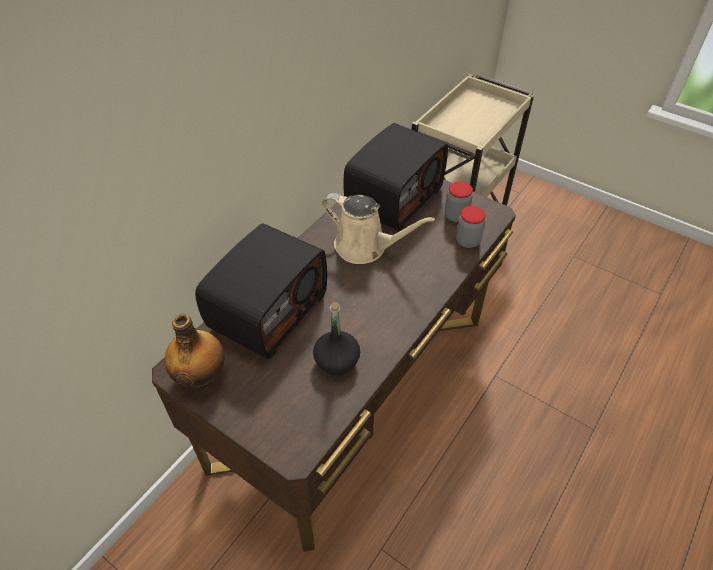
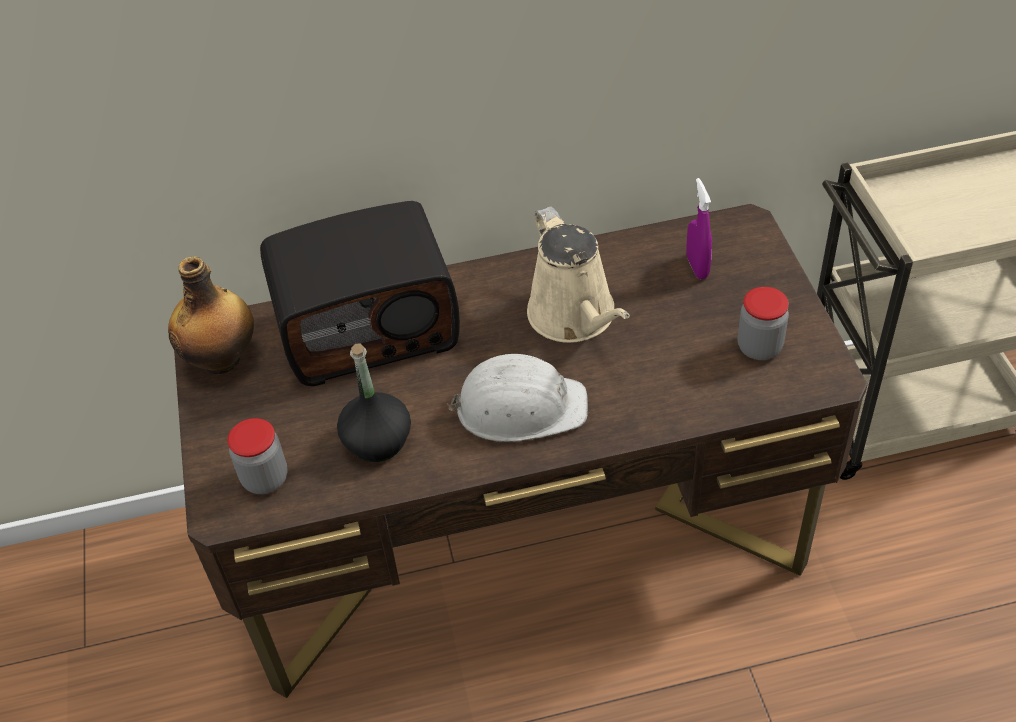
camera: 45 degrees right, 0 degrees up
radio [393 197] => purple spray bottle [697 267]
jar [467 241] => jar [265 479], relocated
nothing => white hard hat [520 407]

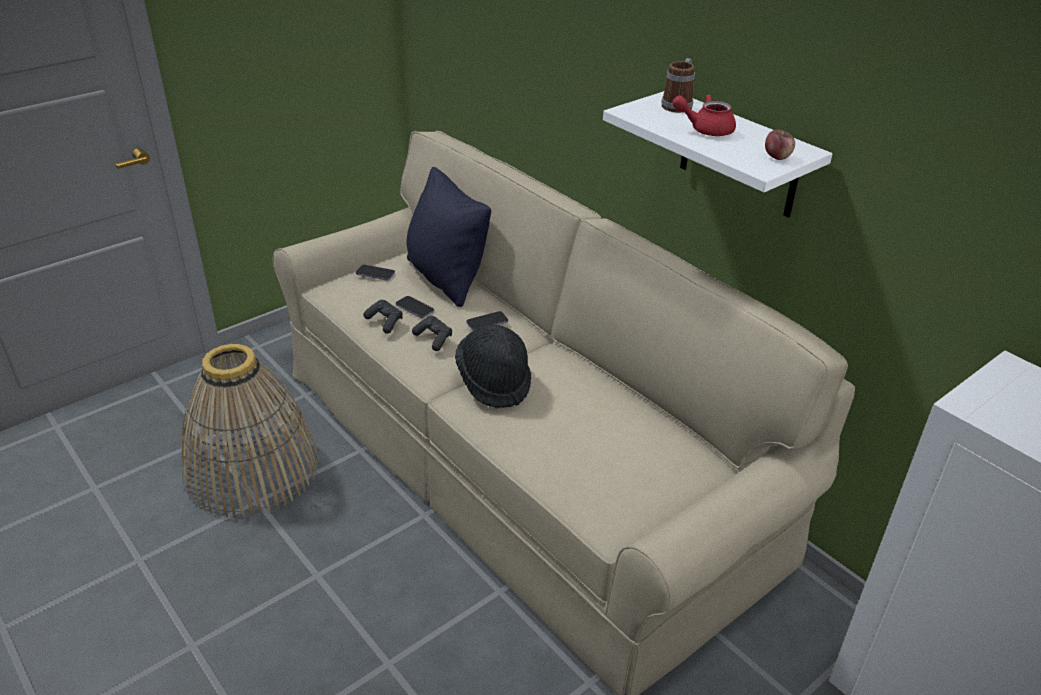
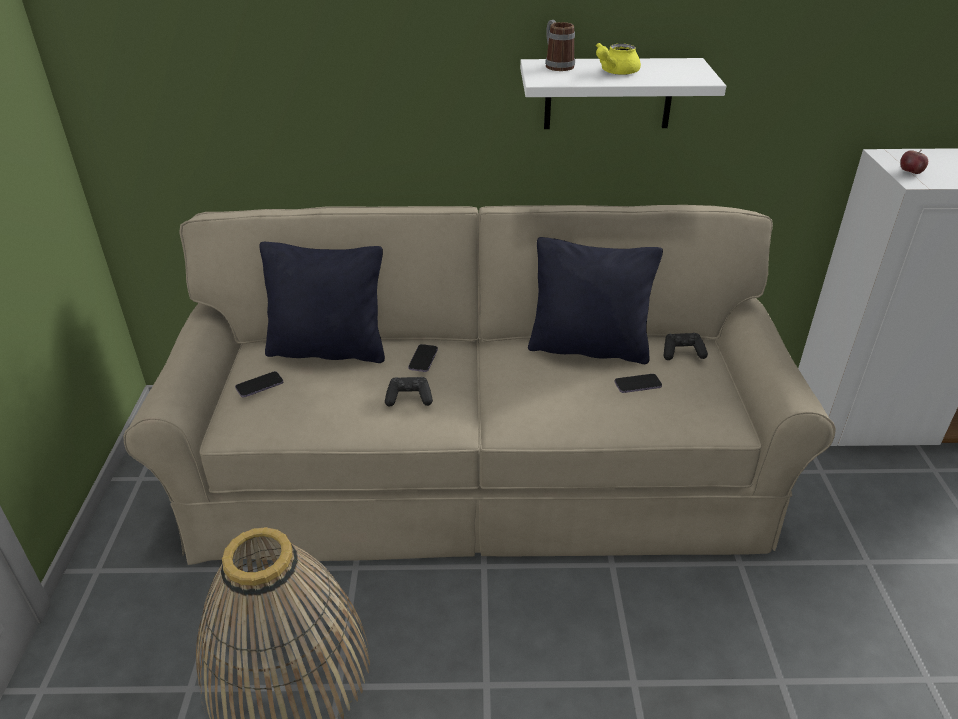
camera: 50 degrees left, 0 degrees up
red teapot [705 129] => yellow teapot [615 72]
apple [777 157] => apple [910 172], relocated
phone [414 308] => phone [637 385], relocated
black game controller [385 322] => black game controller [682 353], relocated
black hat [494 381] => nothing
nothing => black pillow [588 348]

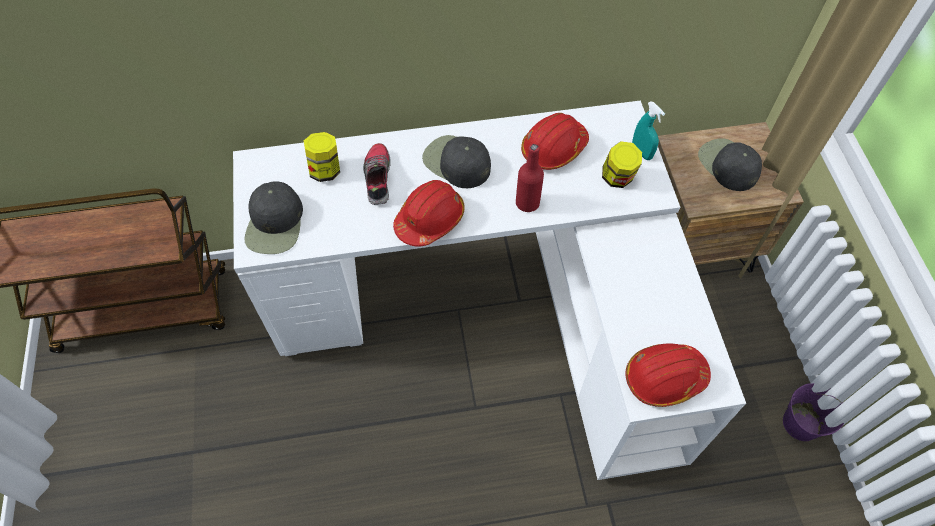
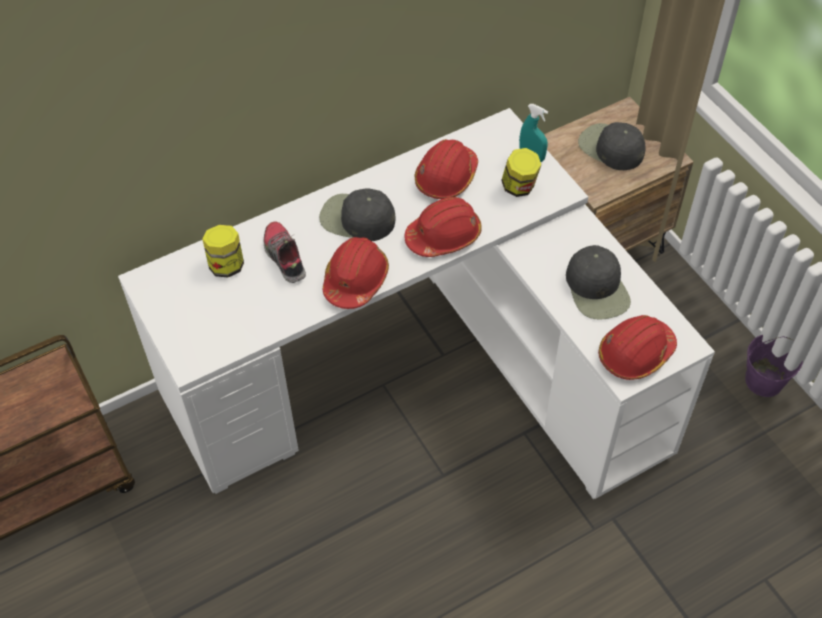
camera: 20 degrees left, 5 degrees down
red bottle [527 203] => red hard hat [444 236]
black cap [275 223] => black cap [597 289], relocated

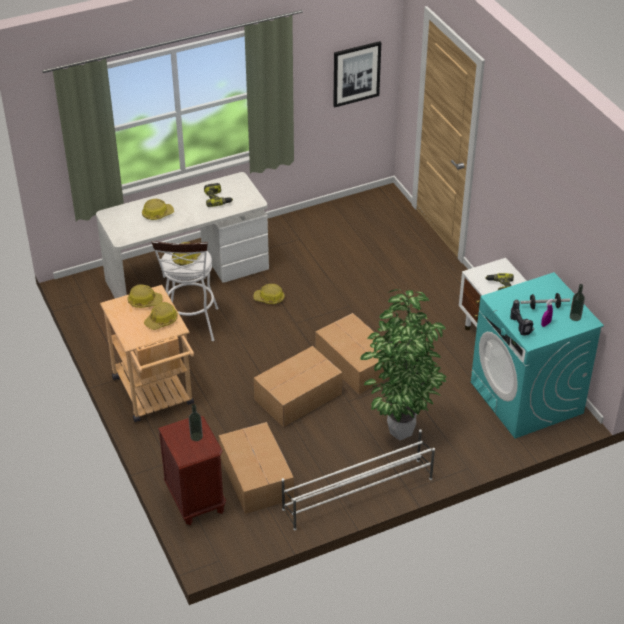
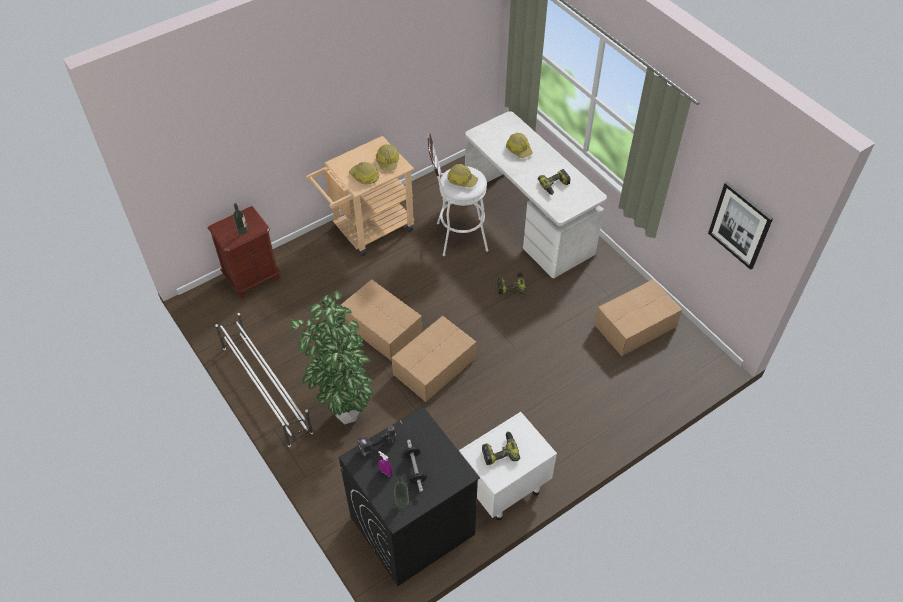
camera: 80 degrees right, 10 degrees up
turquoise washing machine [527 398] => black washing machine [411 526]
hard hat [269 298] => power drill [511 286]
cardboard box [256 479] => cardboard box [634 326], relocated

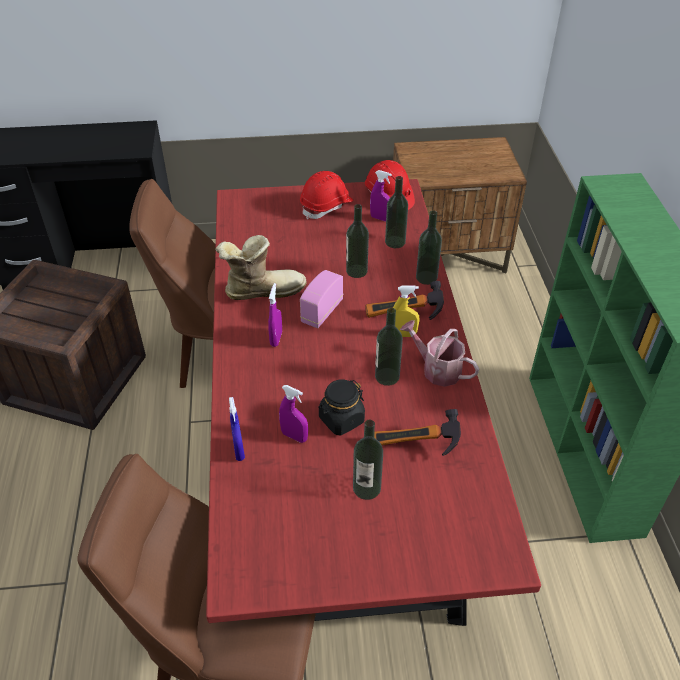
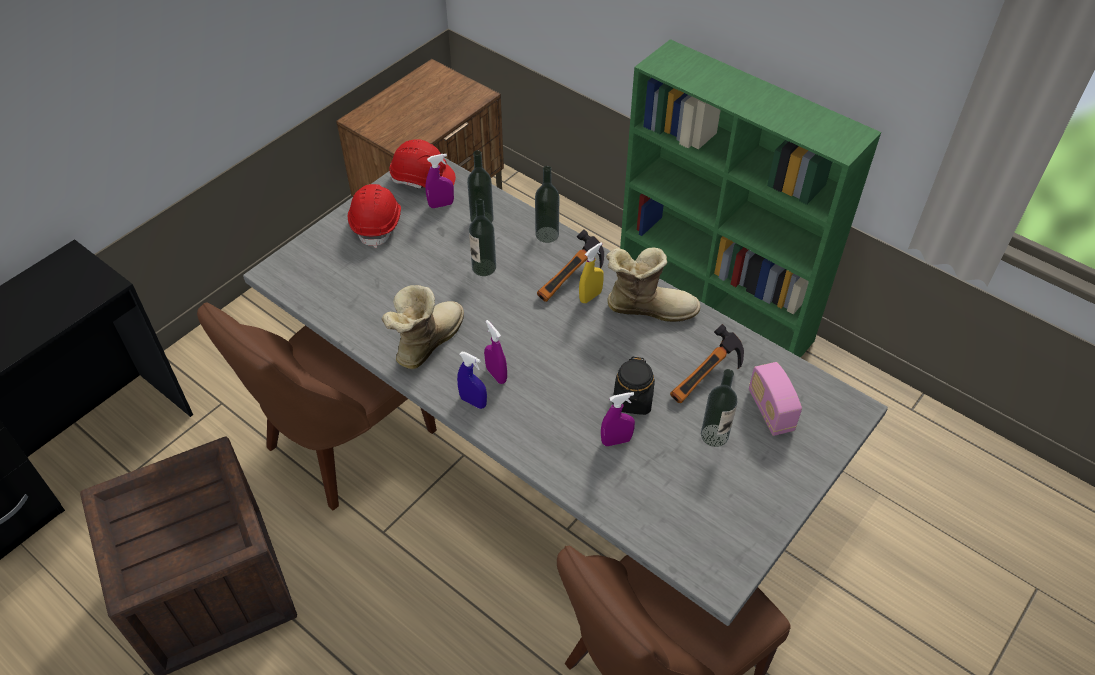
camera: 45 degrees left, 5 degrees up
red dining table [339 454] => grey dining table [547 453]
radio [322 311] => radio [770 411], relocated
bottle [387 376] => nothing
watering can [437 369] => boot [649 306]
blue spray bottle [239 451] => blue spray bottle [473 402], relocated

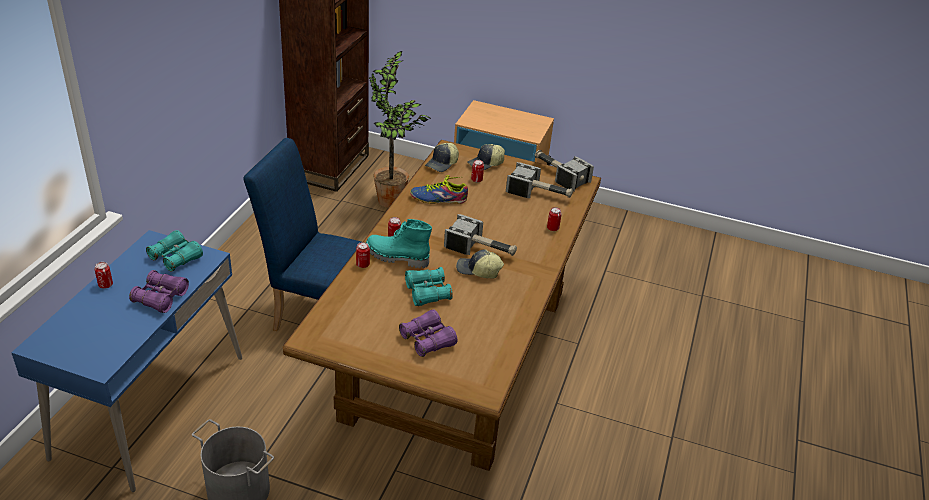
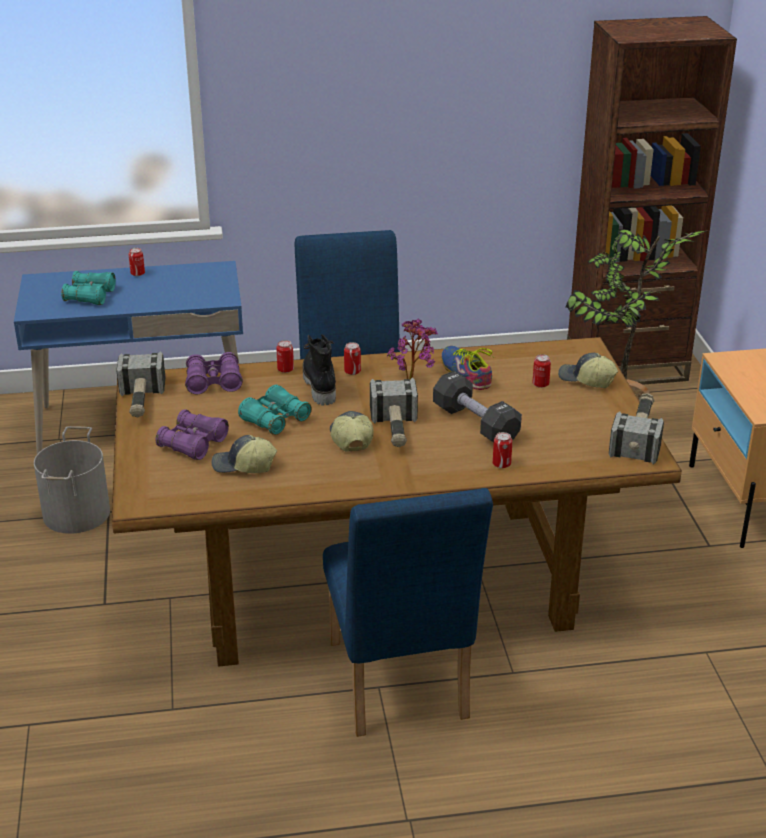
camera: 65 degrees right, 5 degrees down
cap [442 164] => cap [243 466], relocated
hammer [540 193] => hammer [141 400], relocated
turquoise boot [396 257] => black boot [319 383]
turquoise binoculars [175 258] => turquoise binoculars [90 296], relocated
purple binoculars [160 298] => purple binoculars [214 382], relocated
nothing => potted plant [414 379]
nothing => black dumbbell [475 424]
nothing => blue chair [399 688]

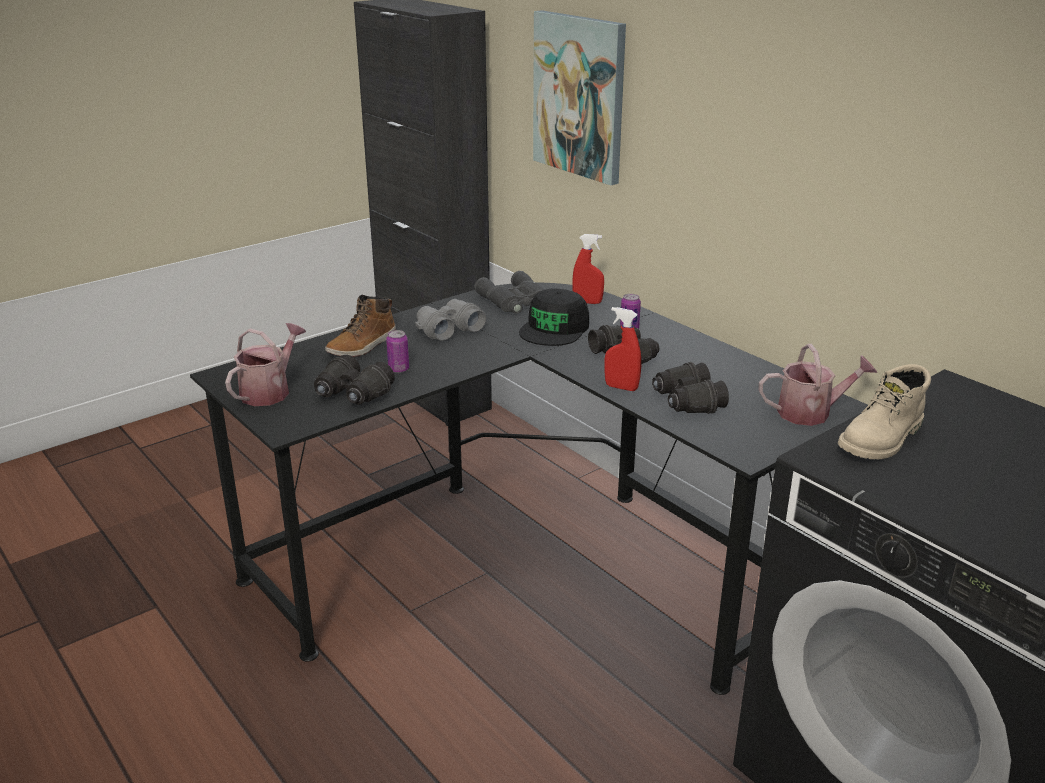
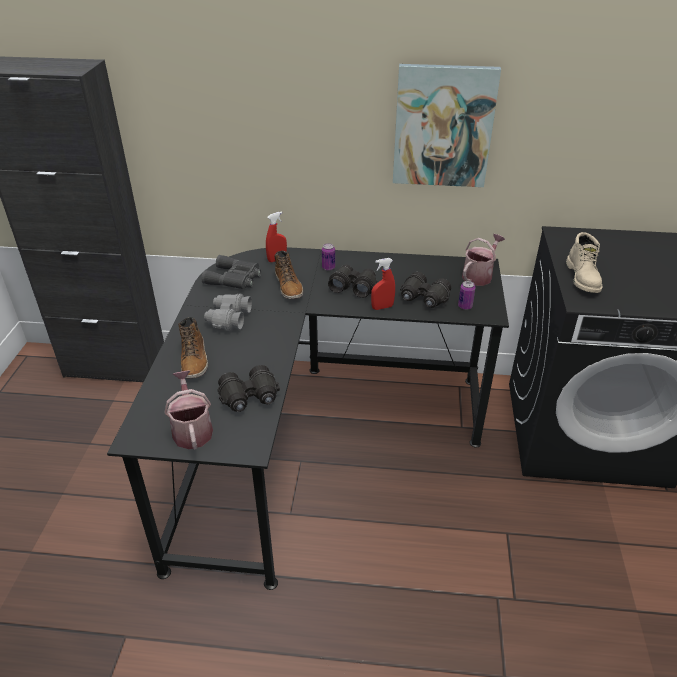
camera: 45 degrees left, 10 degrees up
picture [580 96] => picture [443 126], relocated
black cap [555 329] => boot [289 286]
can [398 369] => can [465 306], relocated

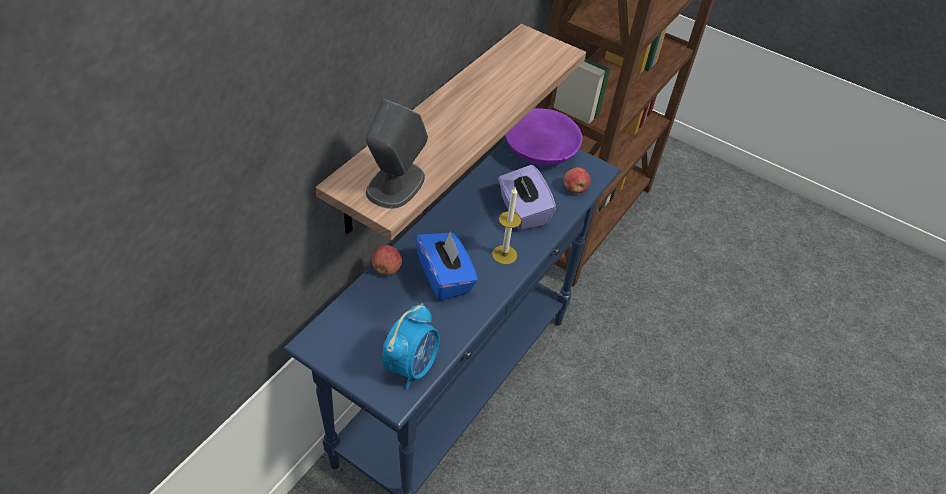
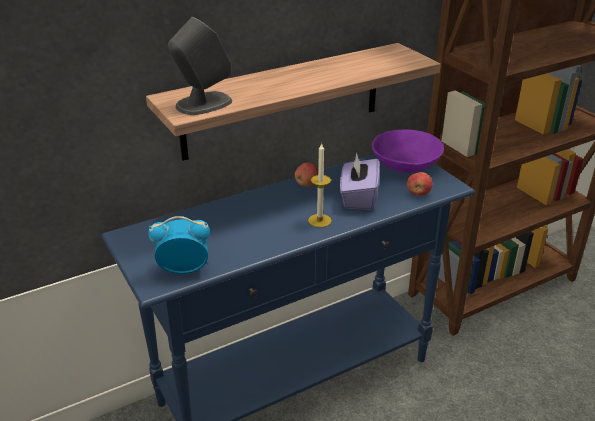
camera: 30 degrees right, 15 degrees down
blue tissue box [445 278] => nothing
apple [387 269] => apple [307 184], relocated
alarm clock [411 366] => alarm clock [184 269], 150 degrees counterclockwise

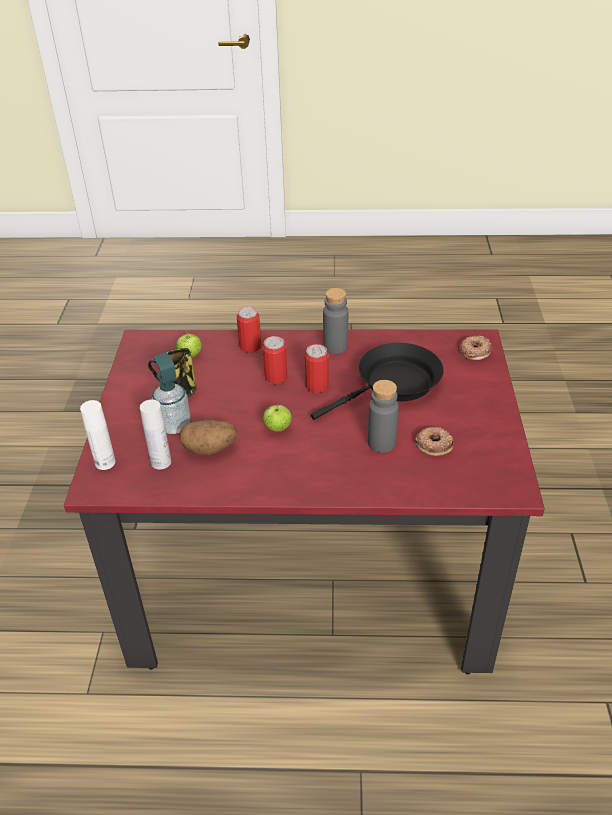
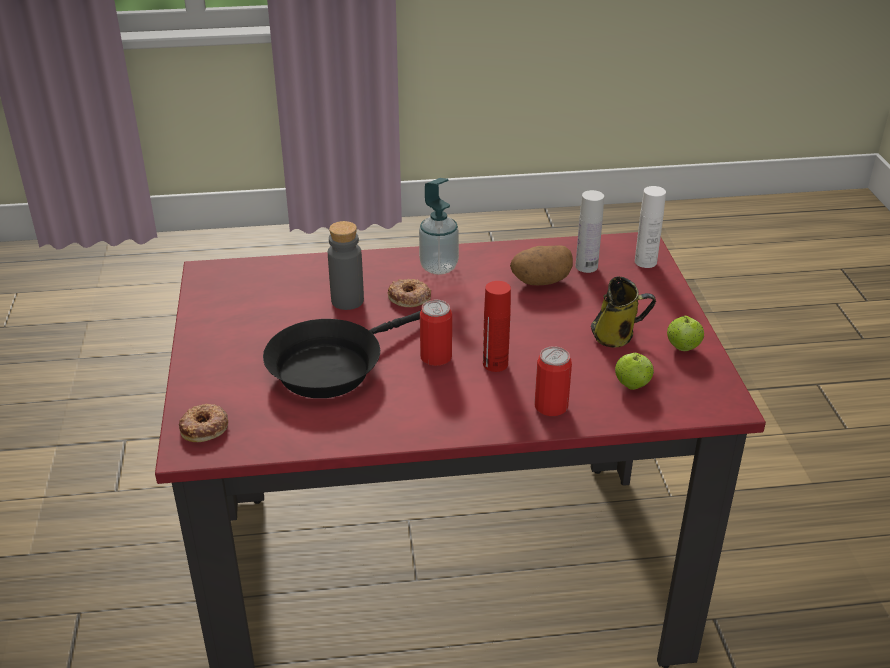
camera: 170 degrees right, 5 degrees down
grey bottle [335 346] => nothing
can [276 377] => red bottle [495 364]
soap dispenser [174 425] => soap dispenser [439 267], relocated
apple [277 428] => apple [683 348], relocated
donut [434 444] => donut [409 297], relocated

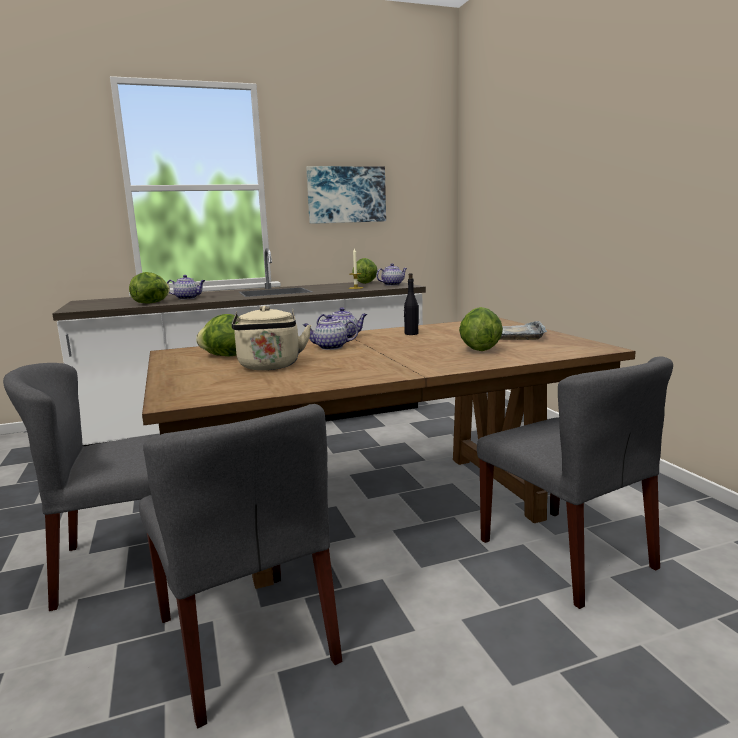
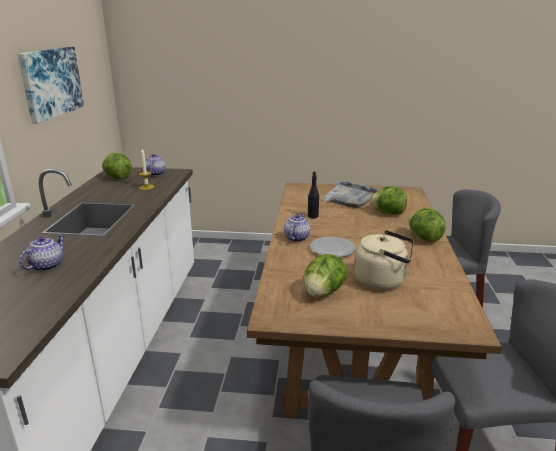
camera: 65 degrees left, 10 degrees up
lettuce [152 303] => lettuce [424 238], relocated
teapot [330 347] => plate [332 249]

